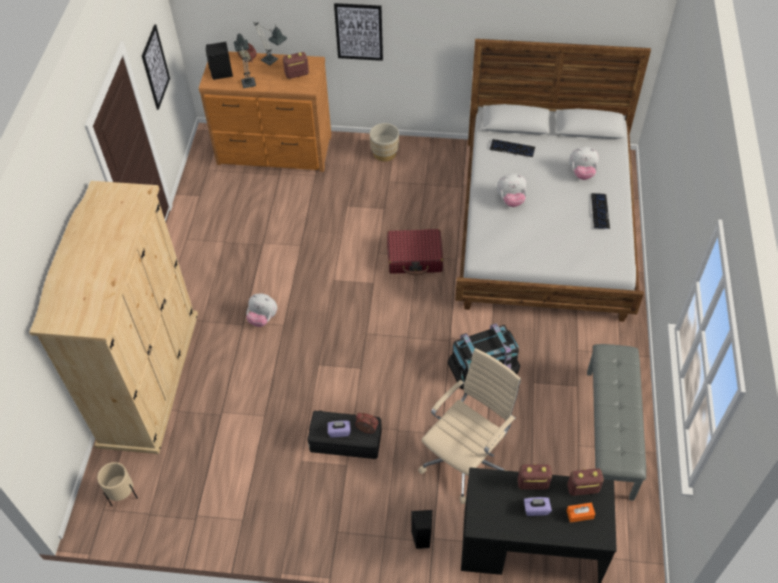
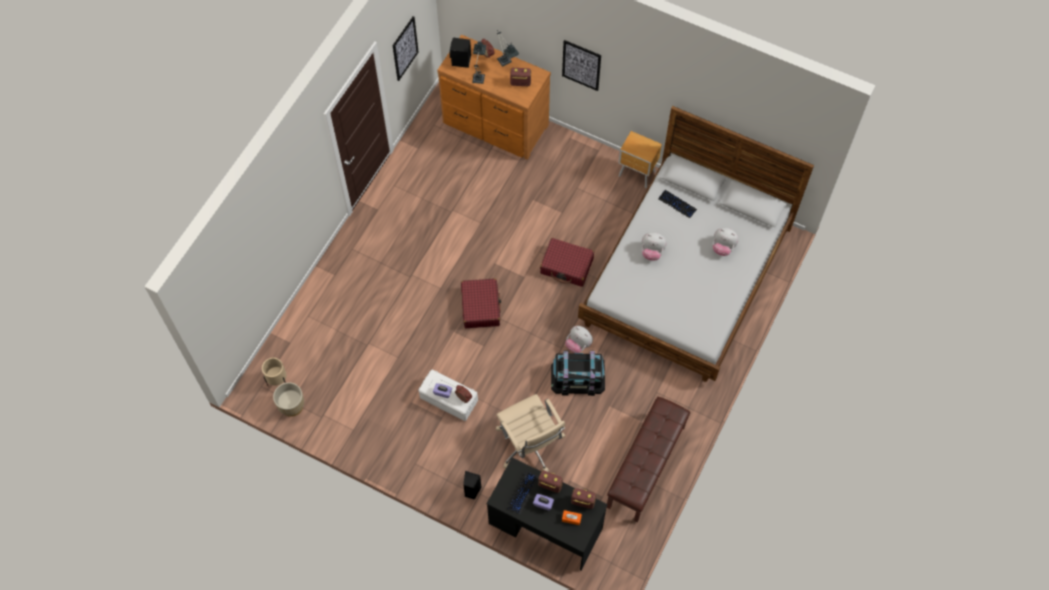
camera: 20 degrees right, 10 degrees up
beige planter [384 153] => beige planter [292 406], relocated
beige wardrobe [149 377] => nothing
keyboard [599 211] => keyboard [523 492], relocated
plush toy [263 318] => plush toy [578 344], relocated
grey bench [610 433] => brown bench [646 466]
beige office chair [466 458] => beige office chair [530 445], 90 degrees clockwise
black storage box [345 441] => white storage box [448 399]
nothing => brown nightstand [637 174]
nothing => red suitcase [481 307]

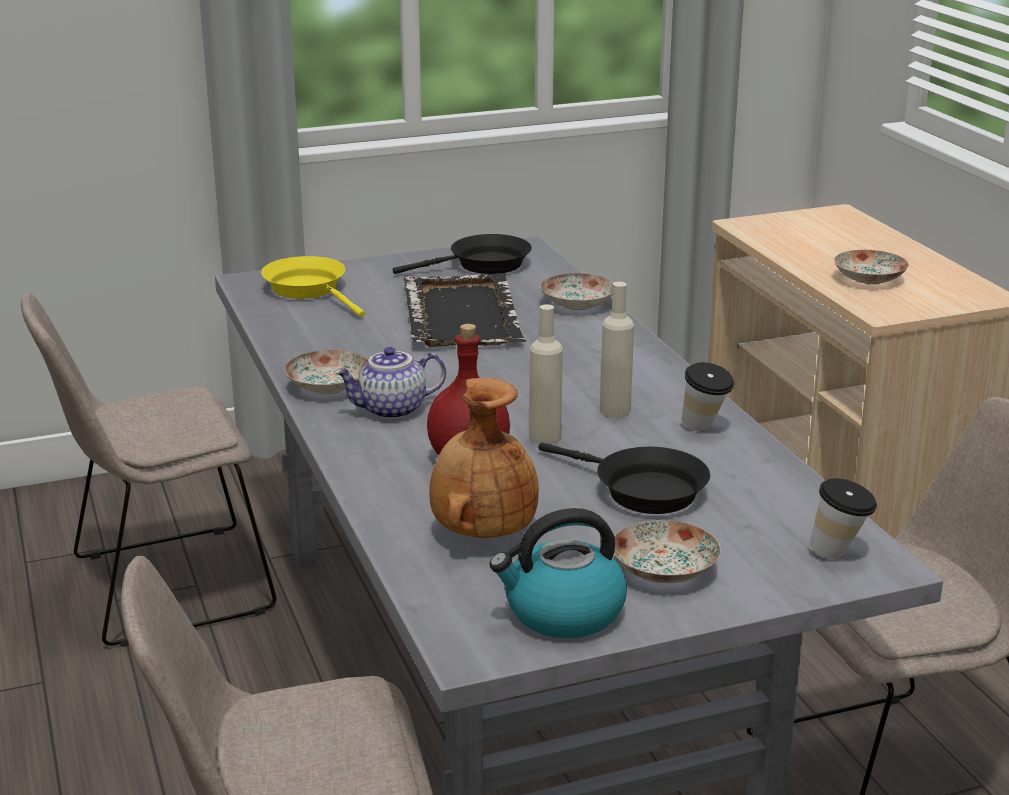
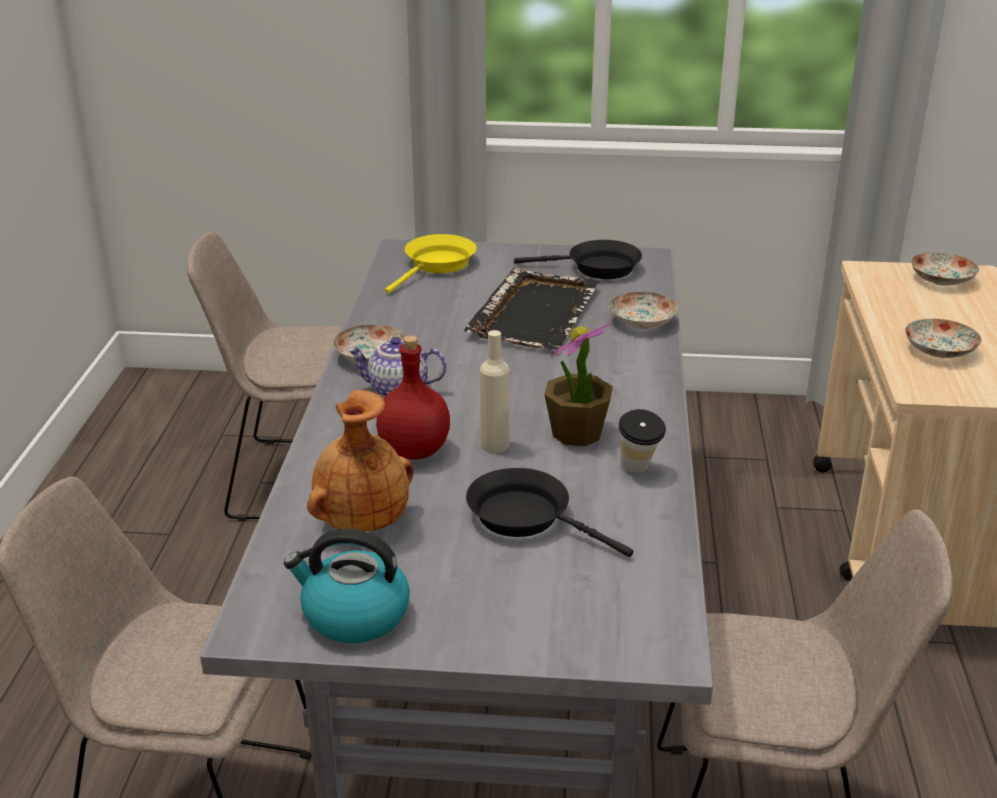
camera: 25 degrees right, 5 degrees up
yellow frying pan [309 290] => yellow frying pan [437 265], 45 degrees clockwise
beige bottle [615 410] => potted plant [577 433]
black frying pan [642 490] => black frying pan [526 517], 150 degrees clockwise
cup [839 553] => nothing
plate [663 571] => plate [941 280], relocated

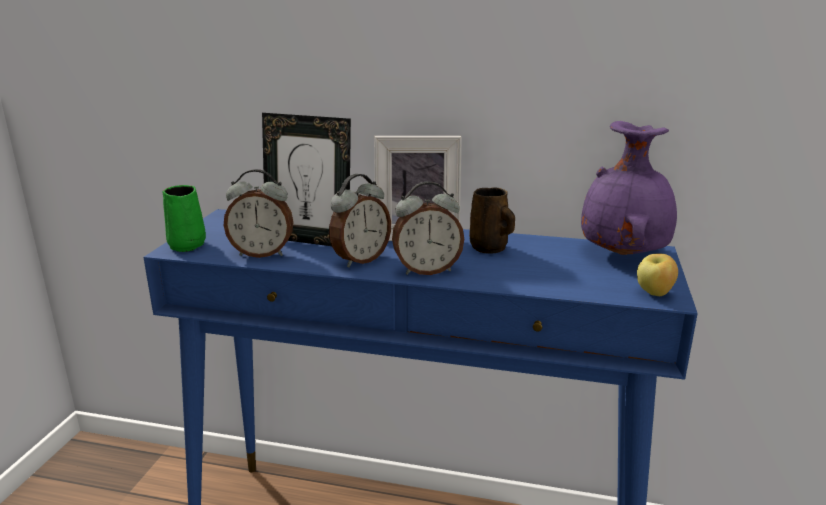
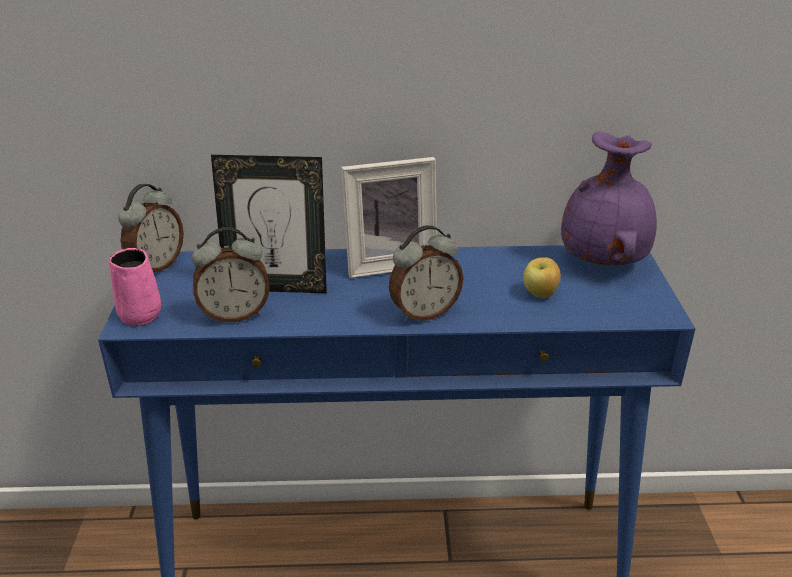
camera: 15 degrees left, 10 degrees up
alarm clock [360 259] => alarm clock [156 265], relocated
green mug [188 244] => pink mug [141 313]
brown mug [490 248] => nothing
apple [655 293] => apple [540 294], relocated

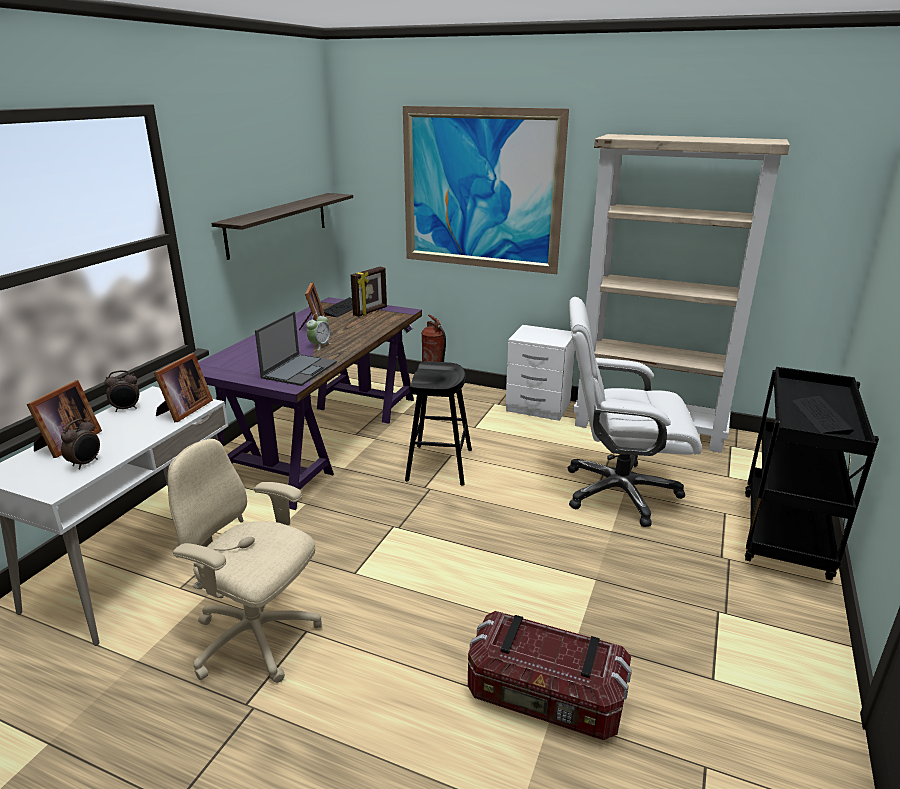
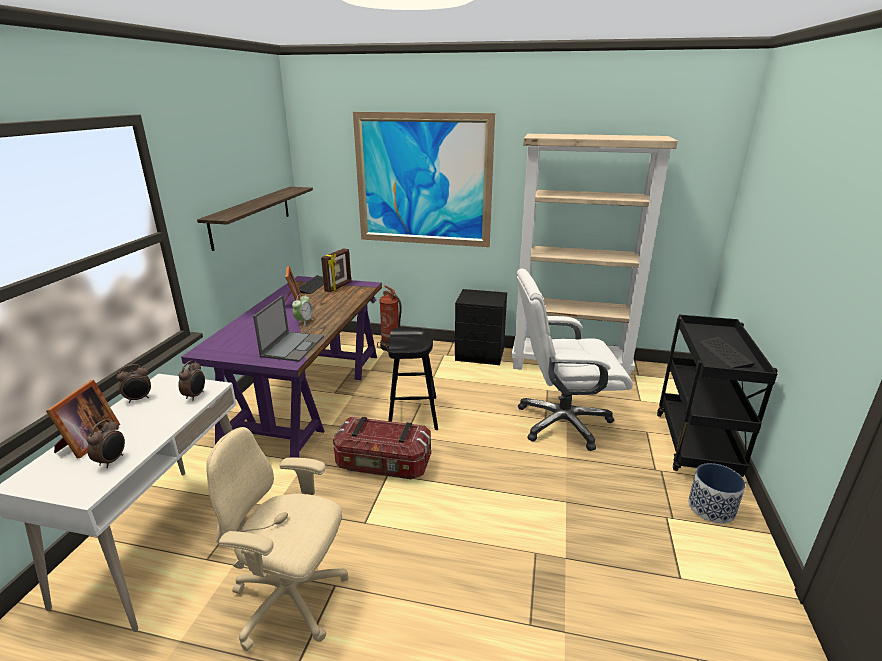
camera: 10 degrees left, 0 degrees up
white nightstand [539 407] => black nightstand [480 355]
picture frame [183 410] => alarm clock [195 395]
storage box [545 699] => storage box [383 465], relocated
nothing => planter [711 508]

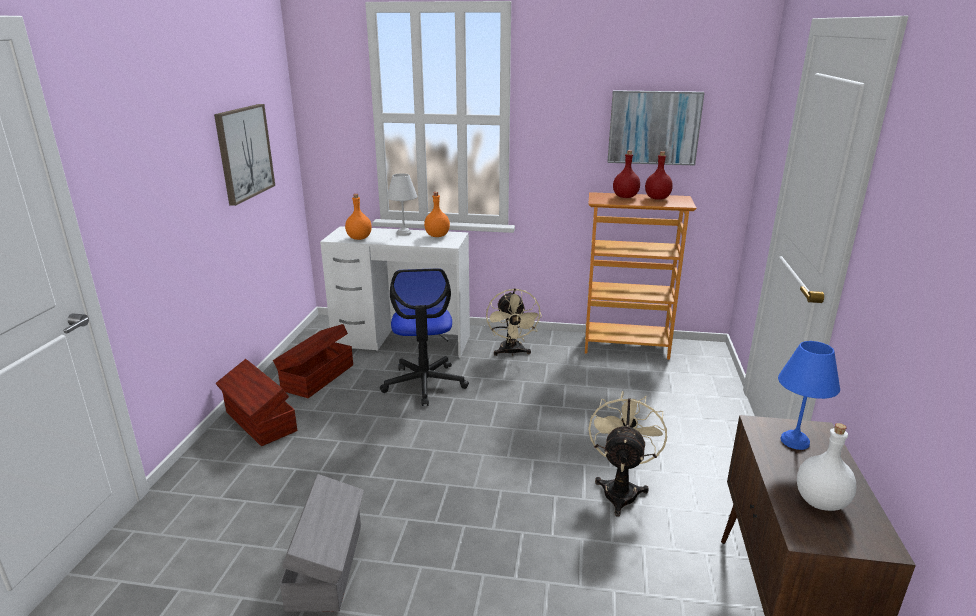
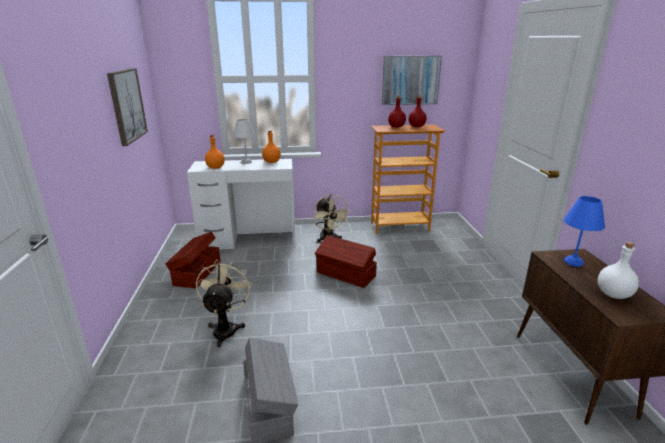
camera: 15 degrees left, 0 degrees up
office chair [424 384] => nothing
brown storage box [260 422] => brown storage box [346 275], relocated
beige fan [621 489] => beige fan [226 328], relocated

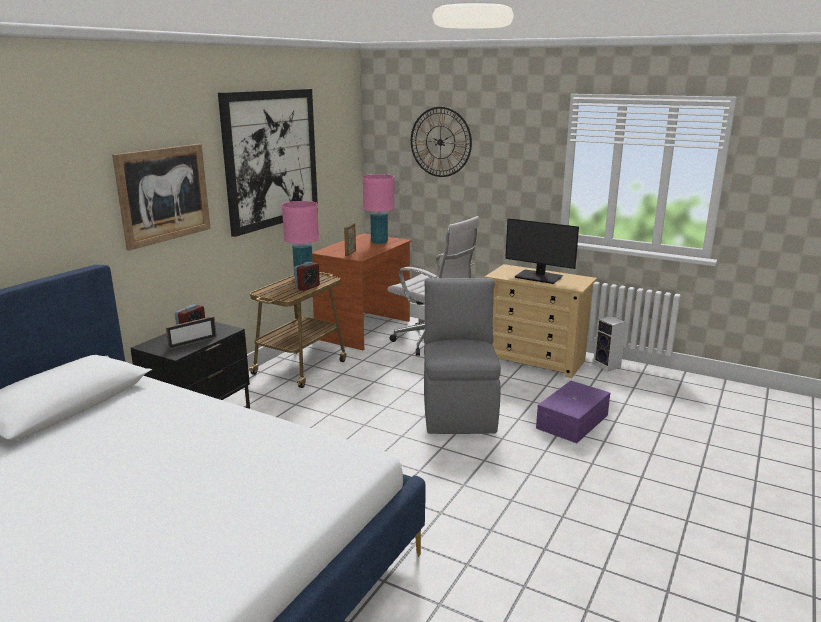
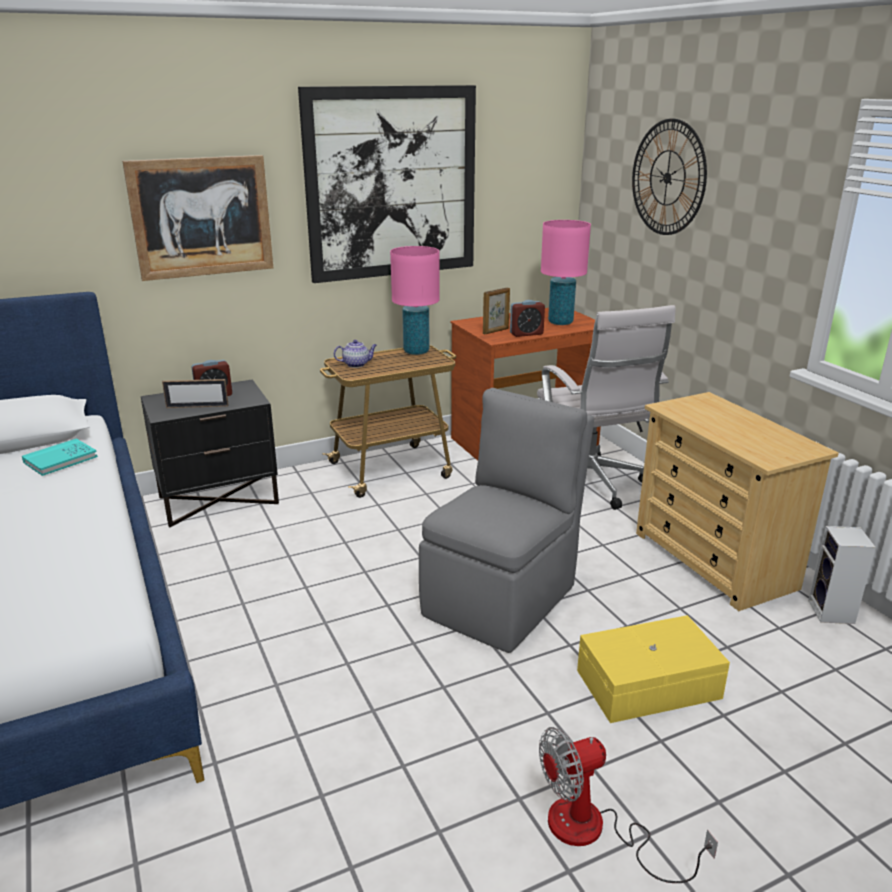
camera: 35 degrees right, 5 degrees up
monitor [539 277] => nothing
alarm clock [307 287] => alarm clock [526 334], relocated
purple storage box [573 422] => yellow storage box [650 685]
nothing => teapot [356 364]
nothing => turquoise book [60 459]
nothing => fan [595 832]

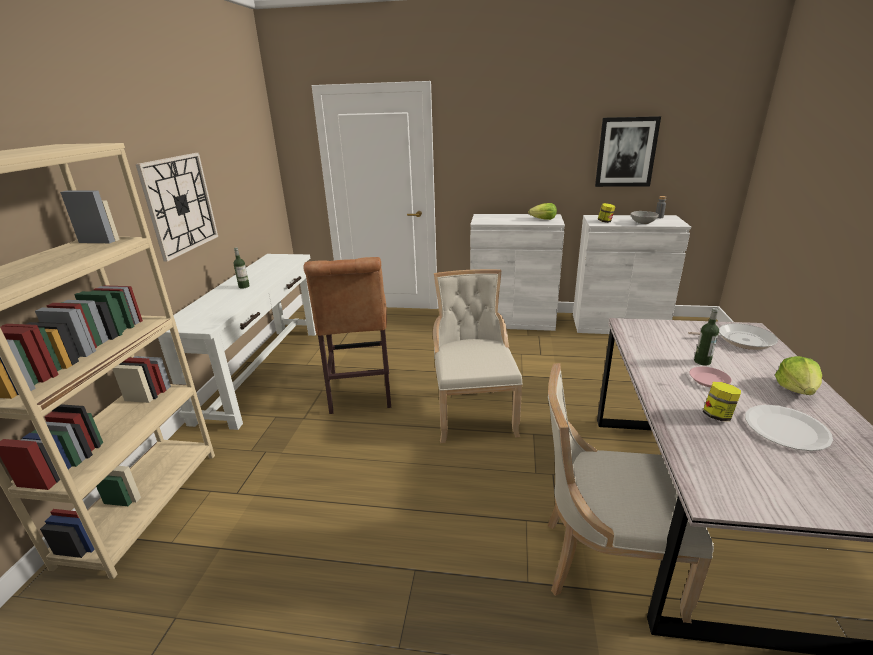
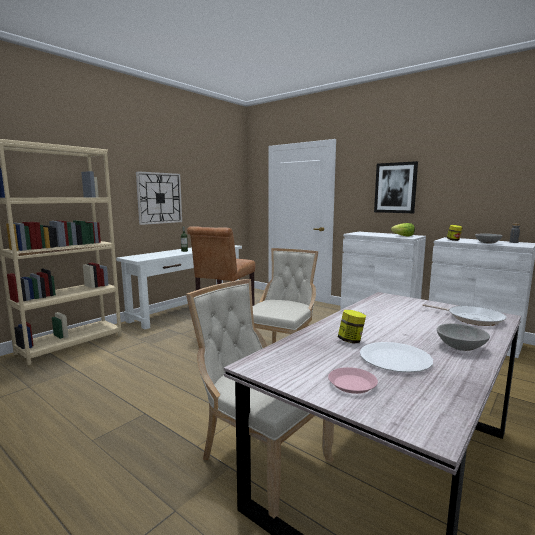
camera: 30 degrees right, 15 degrees down
picture [626 152] => picture [395 188], relocated
bottle [702 361] => nothing
lettuce [796 389] => grey bowl [461 347]
pink plate [709 380] => pink plate [352 384], relocated

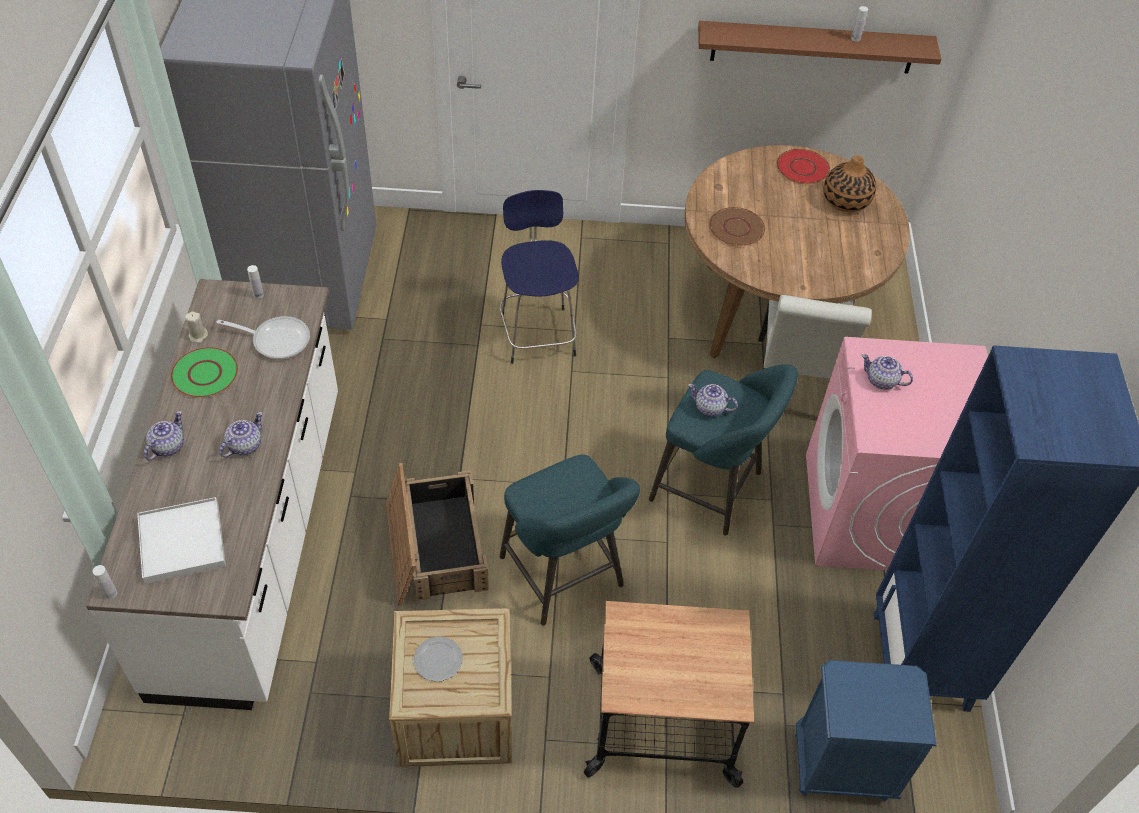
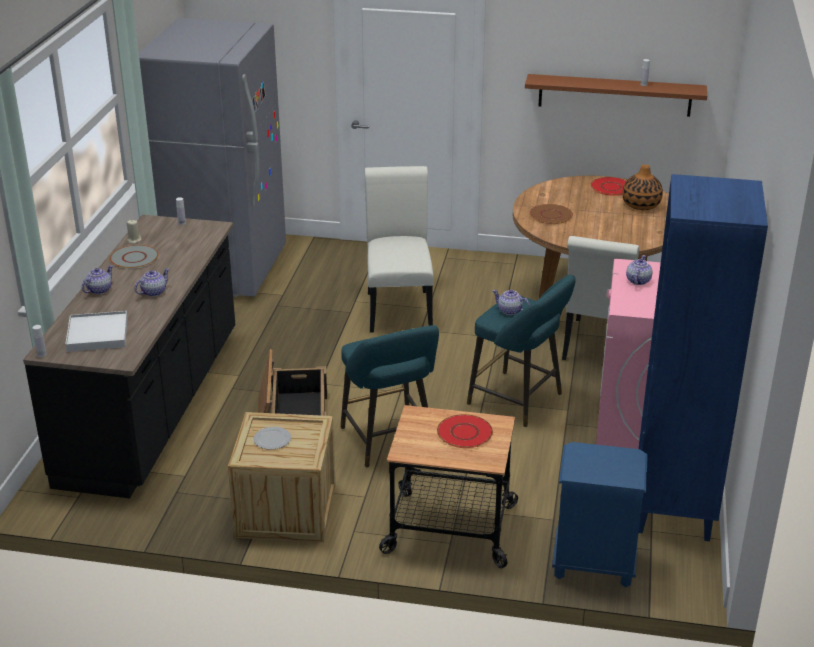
camera: 10 degrees right, 20 degrees down
blue stool [537 333] => white chair [398 308]
white counter [254 539] => black counter [153 407]
frying pan [276 340] => nothing
green plate [205 373] => grey plate [134 258]
teapot [882 381] => teapot [638 281], 75 degrees clockwise
nothing => red plate [465 432]

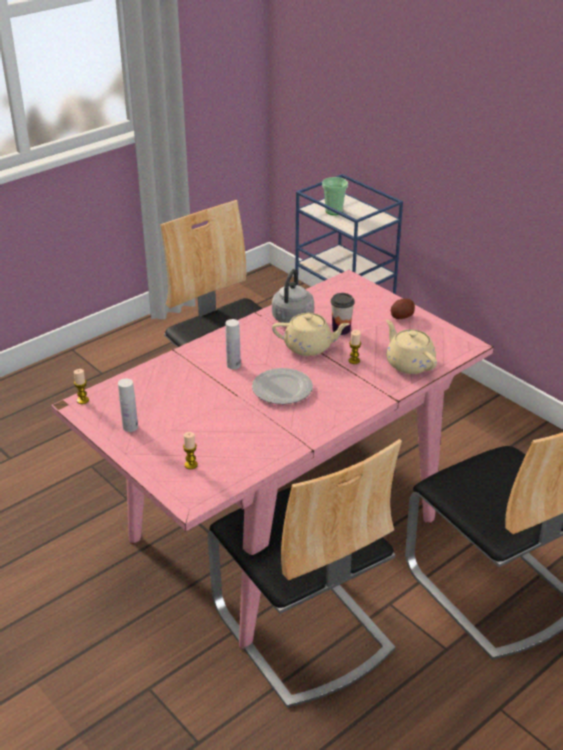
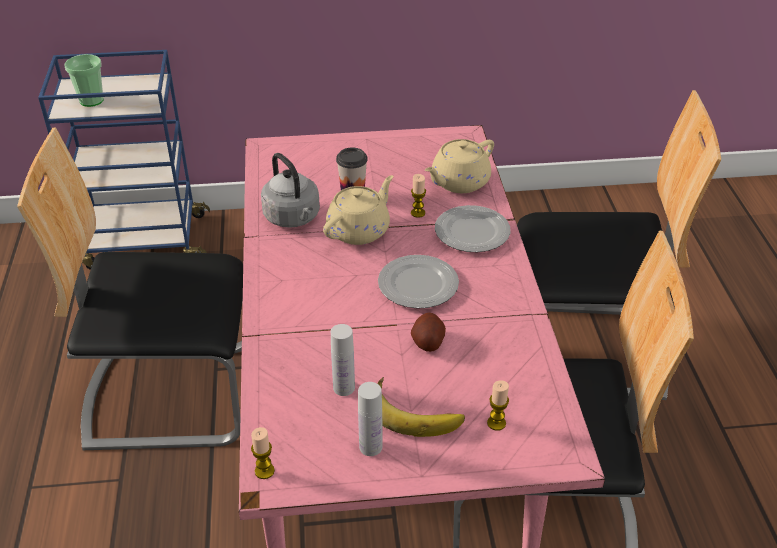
camera: 55 degrees left, 5 degrees up
potato [401 316] => potato [428 342], relocated
white bottle [233 365] => white bottle [344 388], relocated
beige teapot [409 363] => beige teapot [459 182], 45 degrees counterclockwise
nothing => plate [472 232]
nothing => banana [415 411]

